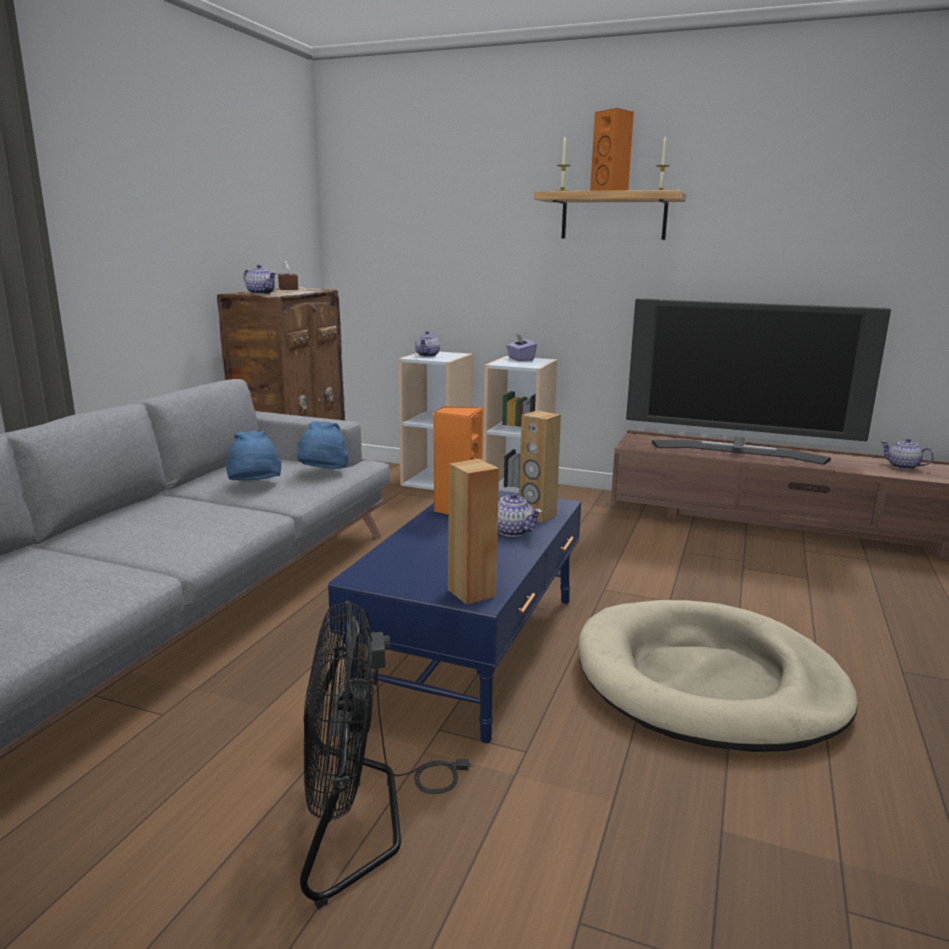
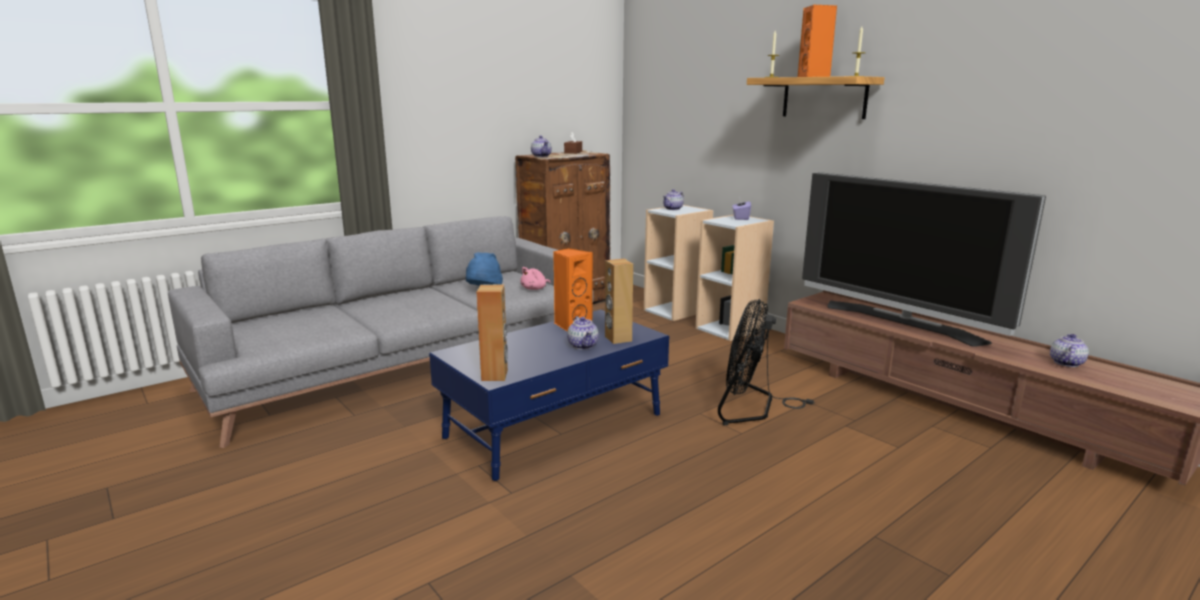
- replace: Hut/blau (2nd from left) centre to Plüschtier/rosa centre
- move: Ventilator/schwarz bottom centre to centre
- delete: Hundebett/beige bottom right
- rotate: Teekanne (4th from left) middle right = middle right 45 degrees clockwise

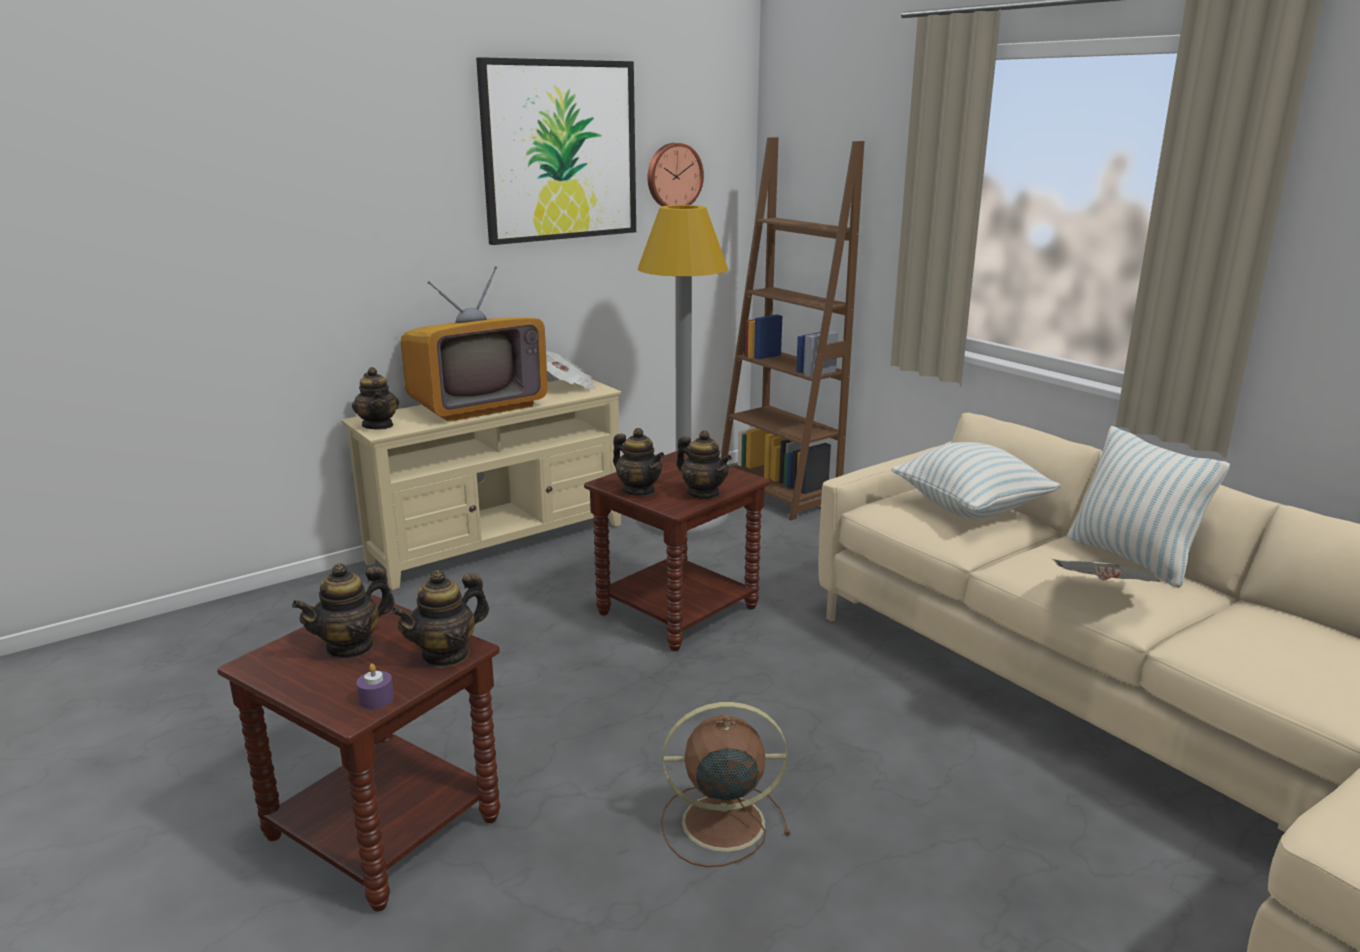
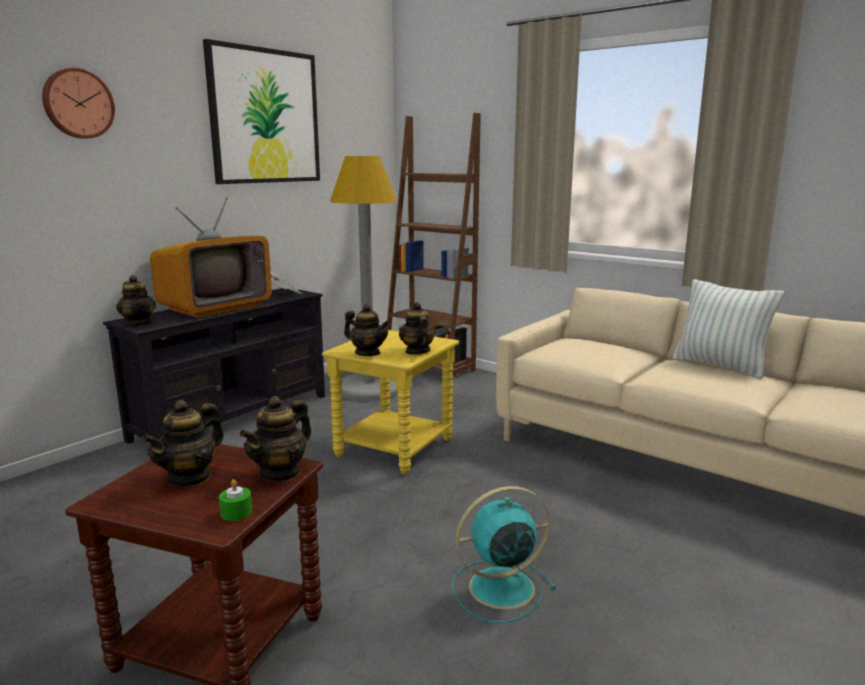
- recolor: Fernsehschrank/beige centre to Fernsehschrank/schwarz middle left
- recolor: Kerze/lila bottom left to Kerze/grün bottom left
- recolor: Beistelltisch/braun (2nd from left) centre to Beistelltisch/gelb centre
- move: Wanduhr top centre to top left
- recolor: Ventilator/braun bottom centre to Ventilator/türkis bottom centre
- rotate: Teekanne (5th from left) centre = centre 135 degrees counterclockwise
- delete: Kissen (1st from left) middle right
- delete: Zeitung (2nd from left) middle right

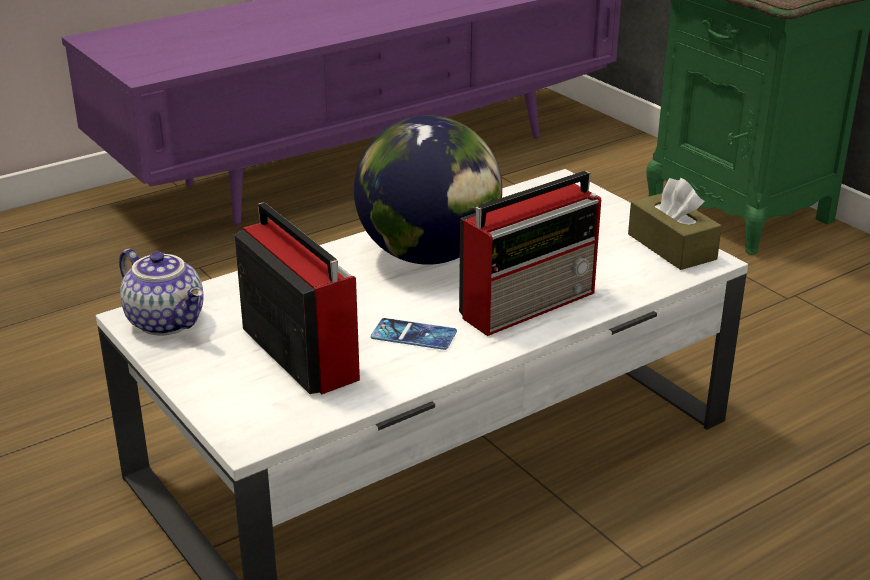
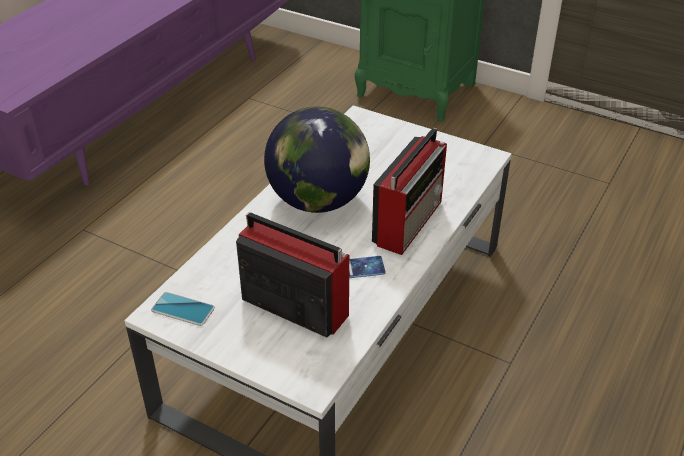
- replace: Teekanne middle left to Handy (1st from left) bottom left
- delete: Taschentuchbox/braun middle right

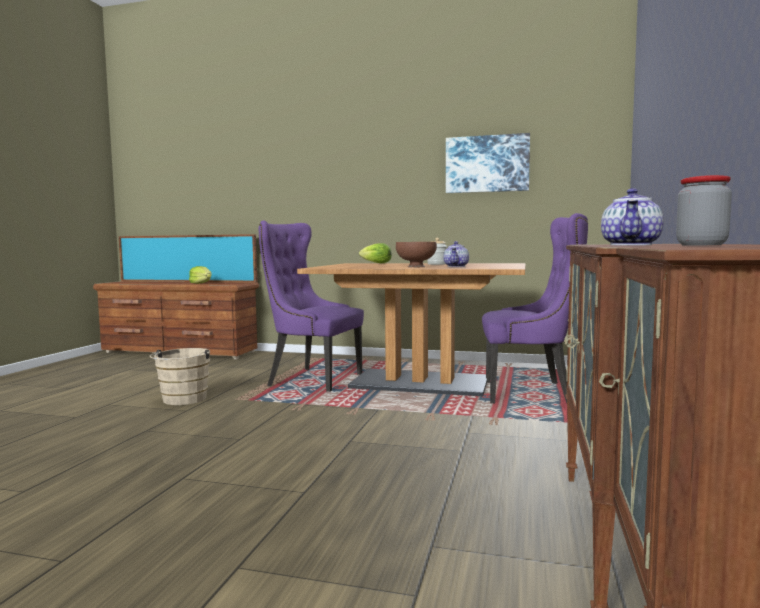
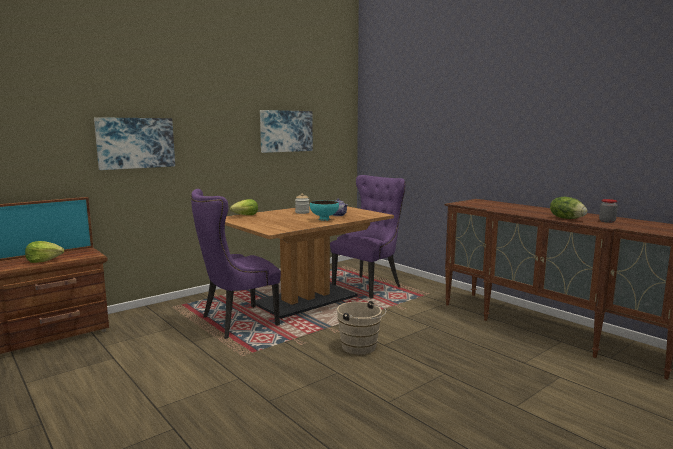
- move: Eimer/beige middle left to bottom centre
- recolor: Schüssel/braun centre to Schüssel/türkis centre
- replace: Teekanne (2nd from left) middle right to Salatkopf (3rd from left) middle right
- insert: Bild (1st from left) top left

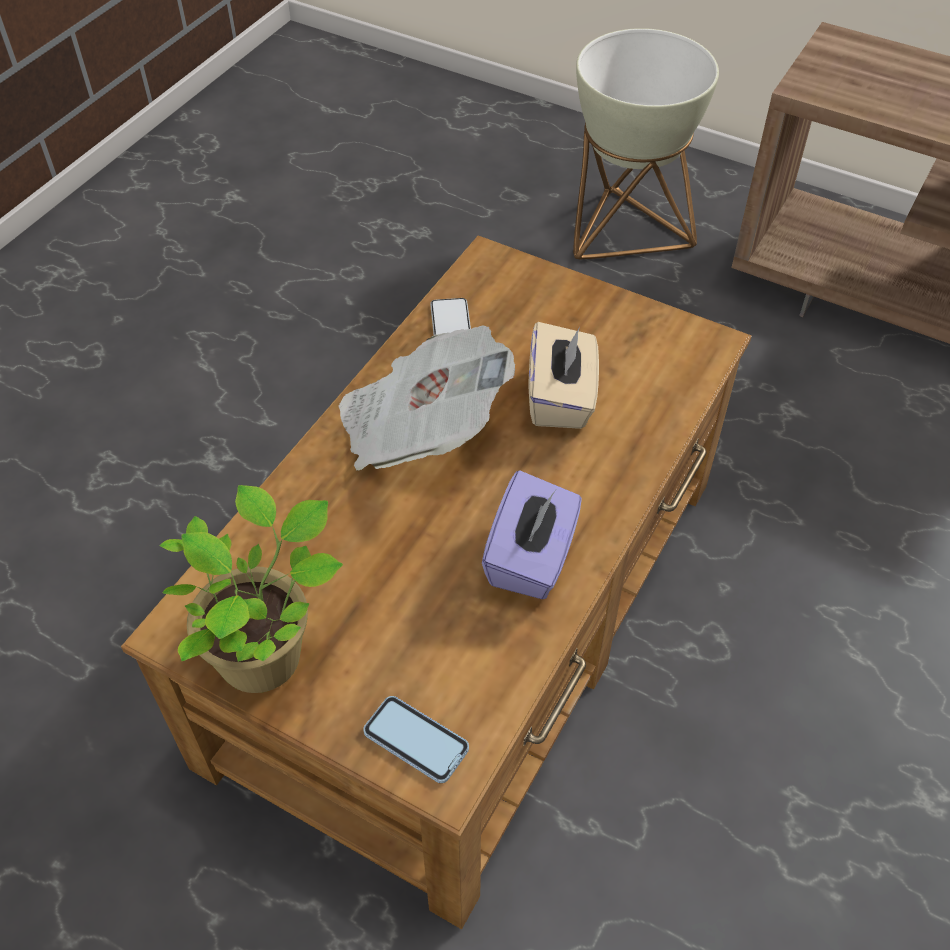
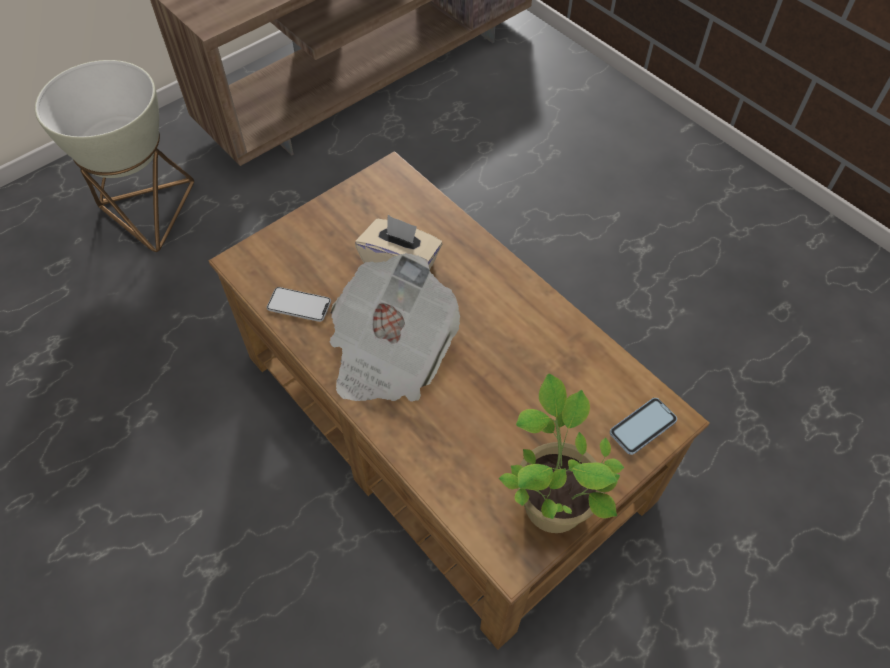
- delete: Taschentuchbox/lila centre

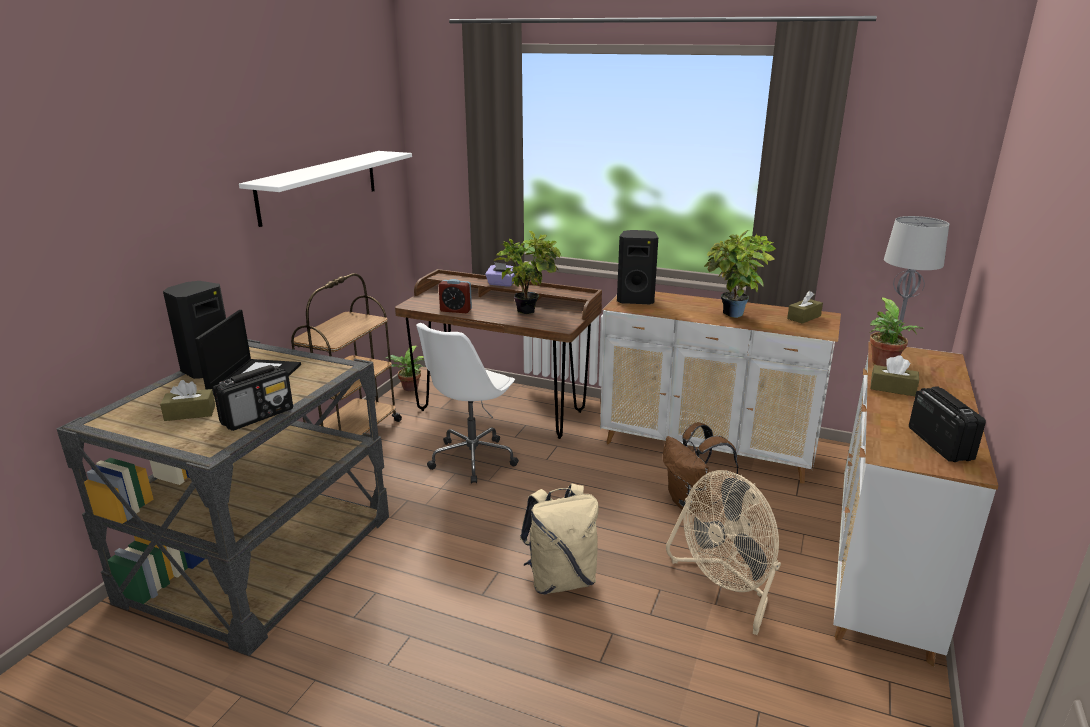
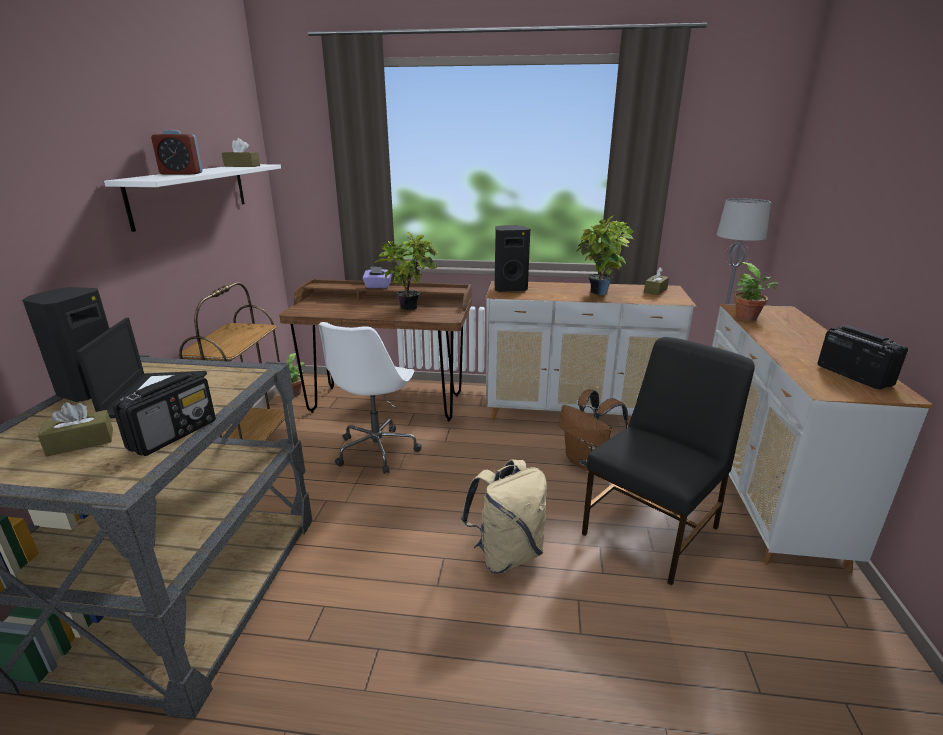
- move: Wecker centre to top left
- replace: Ventilator/beige bottom centre to Stuhl/schwarz middle right
- move: Taschentuchbox/braun (3rd from left in the first image) middle right to Taschentuchbox/braun (2nd from left) top left

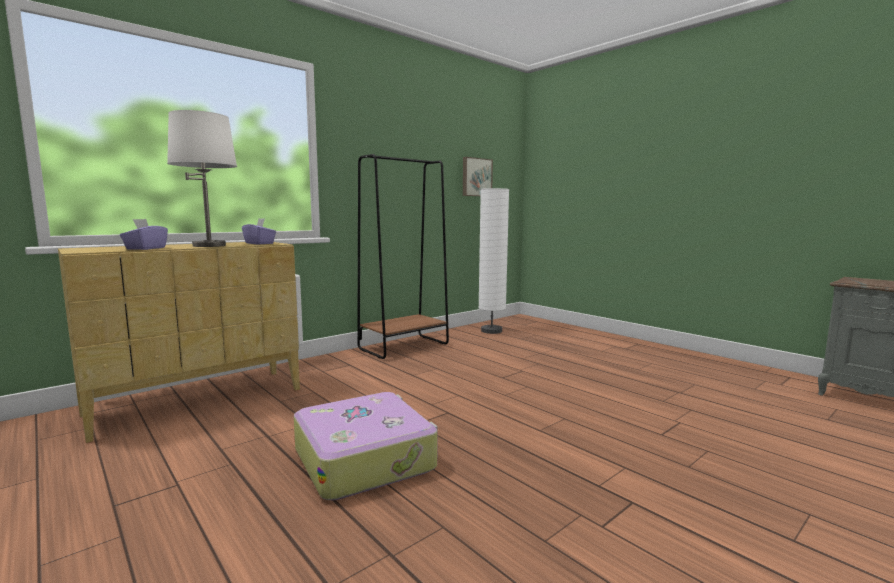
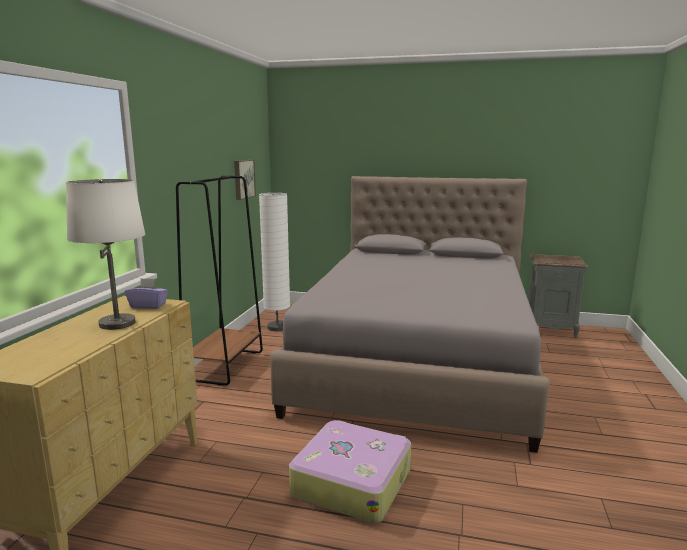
- delete: Taschentuchbox/lila (1st from left) middle left
- insert: Bett/grau centre

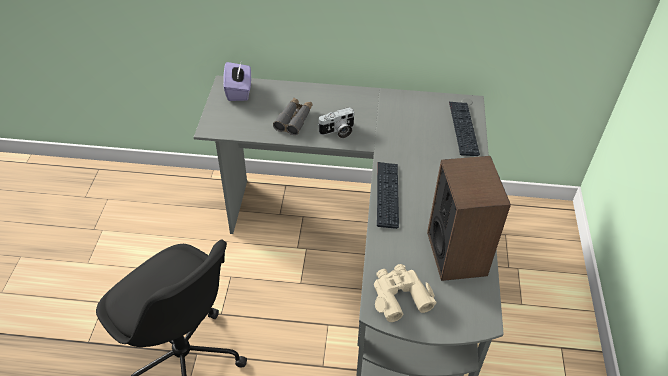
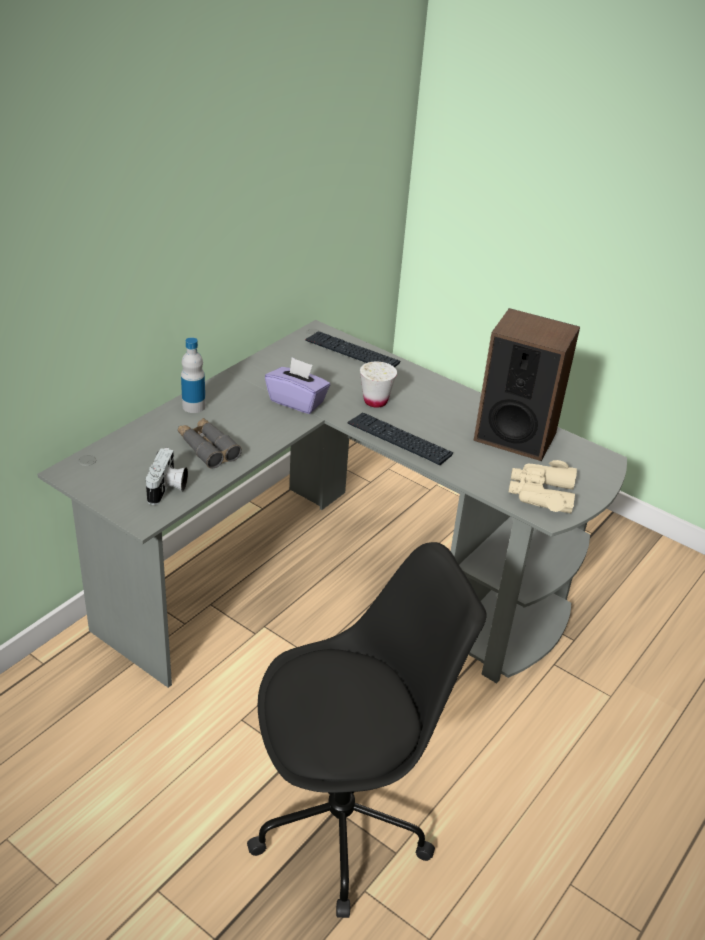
- move: Taschentuchbox/lila top centre to centre
- move: Kamera top centre to middle left
- insert: Flasche middle left
- insert: Tasse/weiß centre

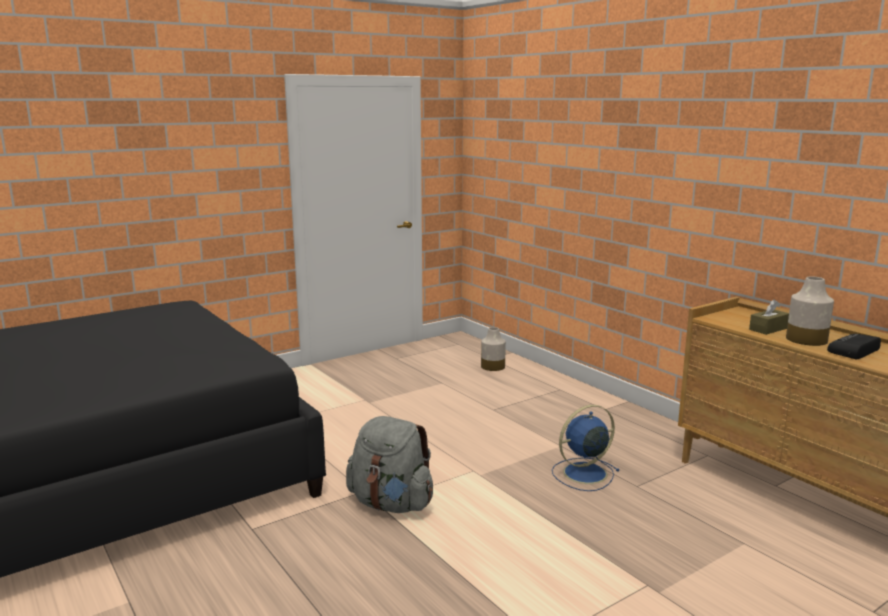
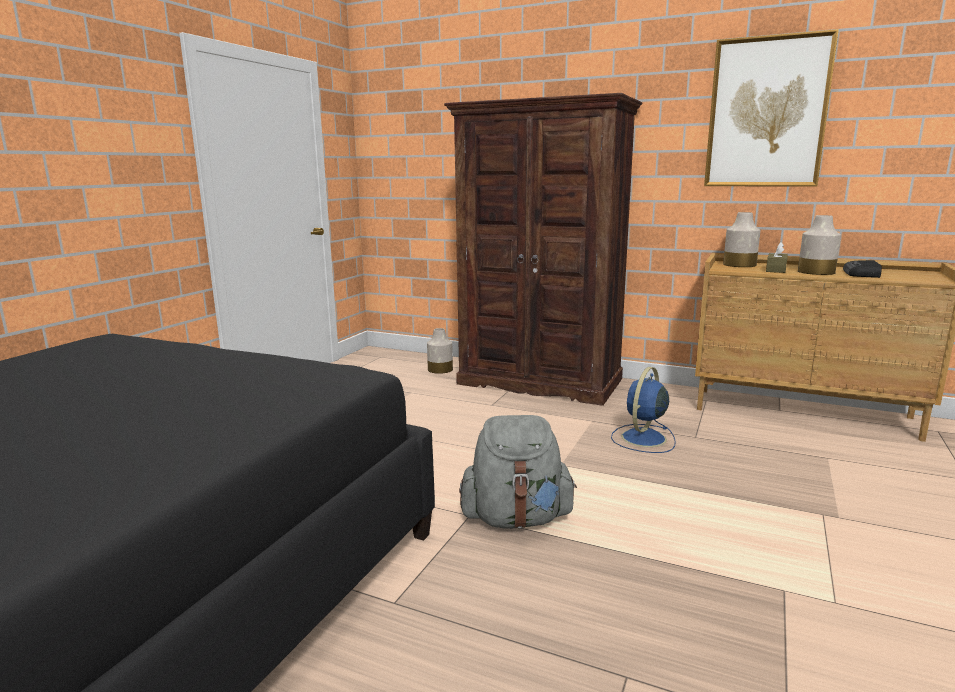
- insert: Kleiderschrank/braun centre
- insert: Bild top right
- insert: Vase/beige (2nd from left) middle right

